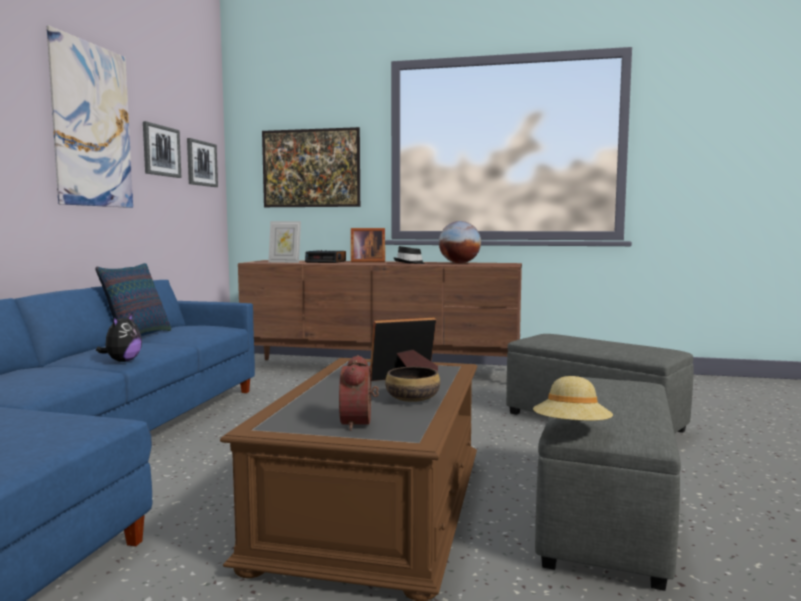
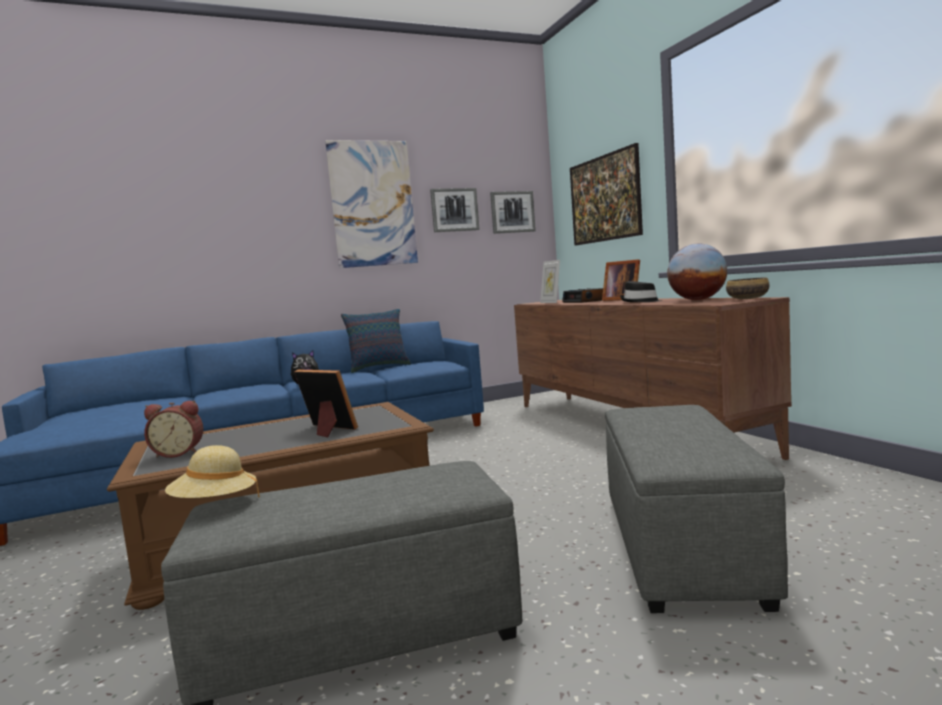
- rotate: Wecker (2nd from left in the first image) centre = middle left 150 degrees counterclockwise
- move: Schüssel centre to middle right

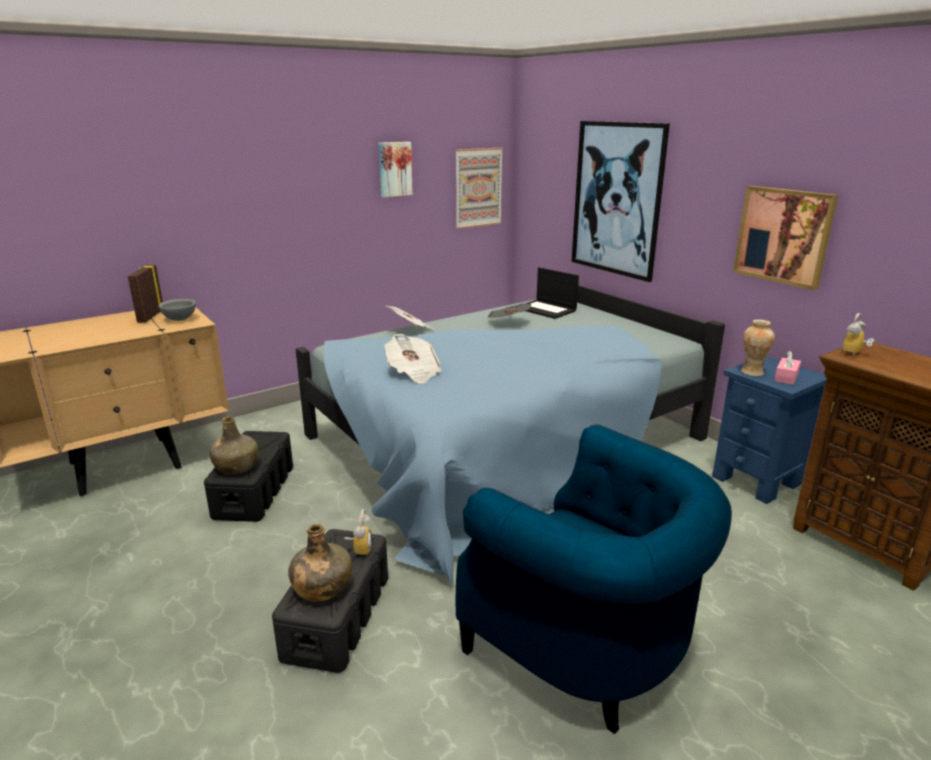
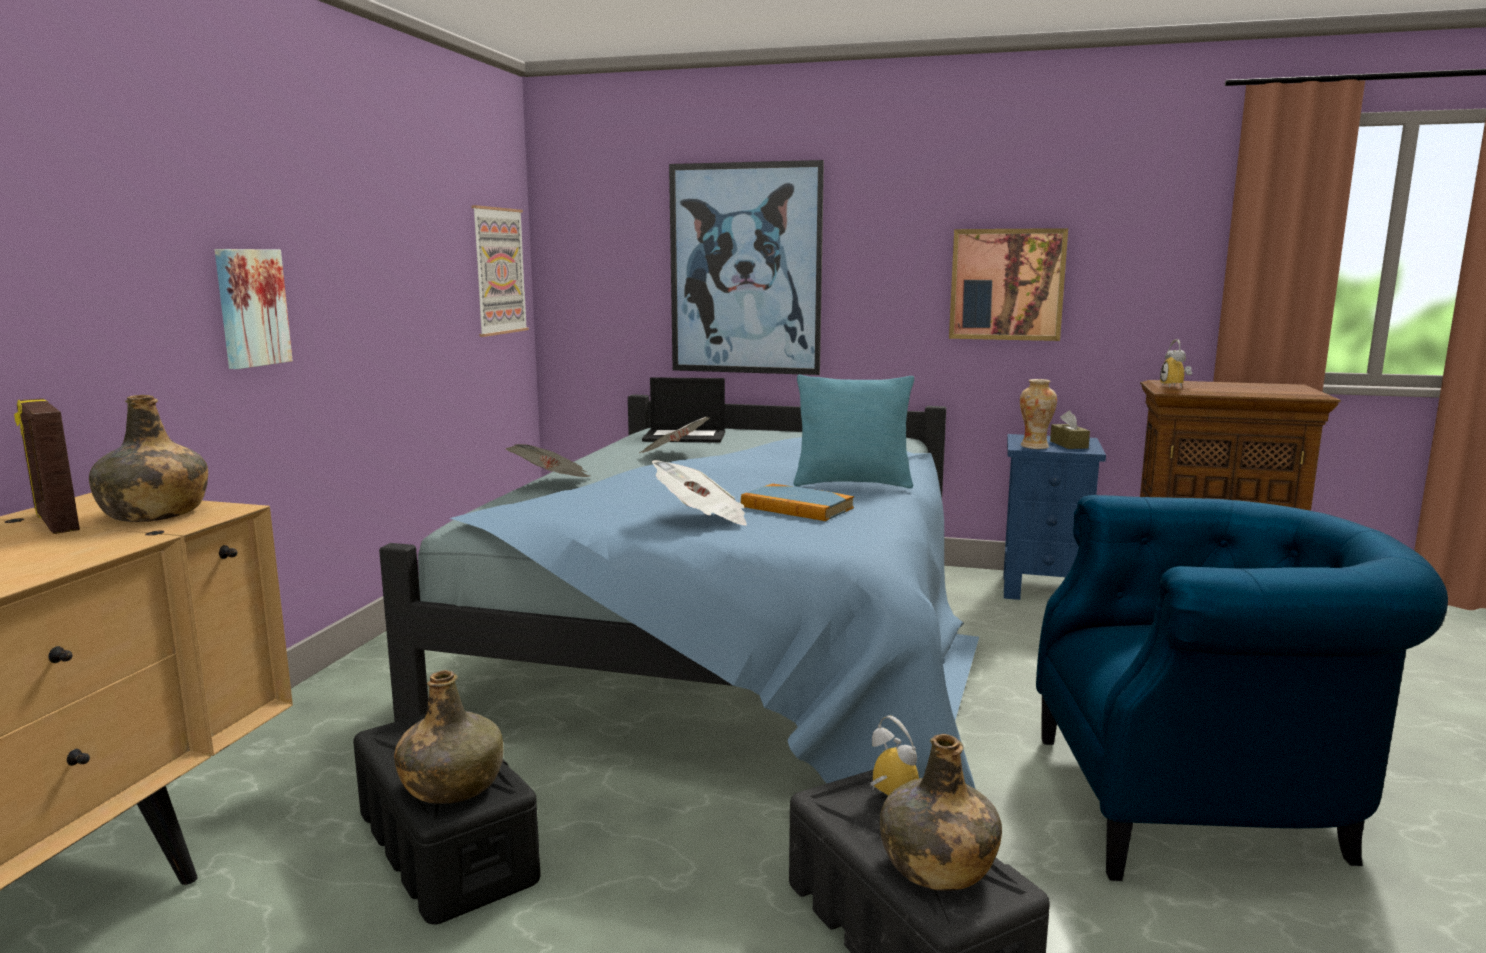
- replace: Schüssel/grau middle left to Flasche/grün (1st from left) middle left
- move: Bild (1st from left) top centre to top left
- recolor: Taschentuchbox/rosa middle right to Taschentuchbox/braun middle right
- insert: Buch centre
- insert: Kissen/türkis centre

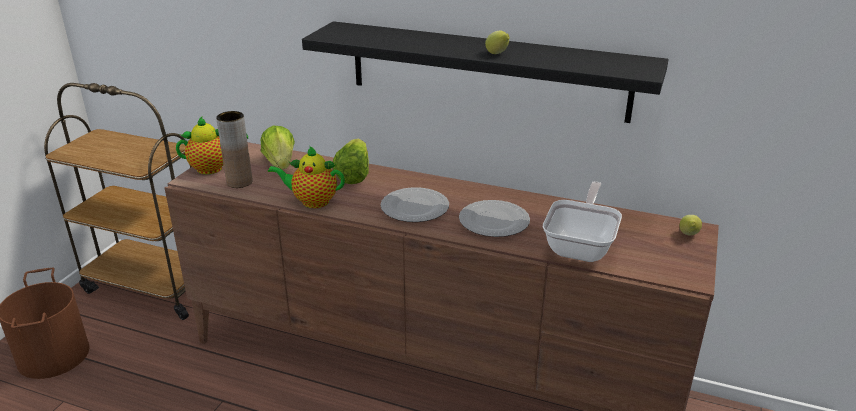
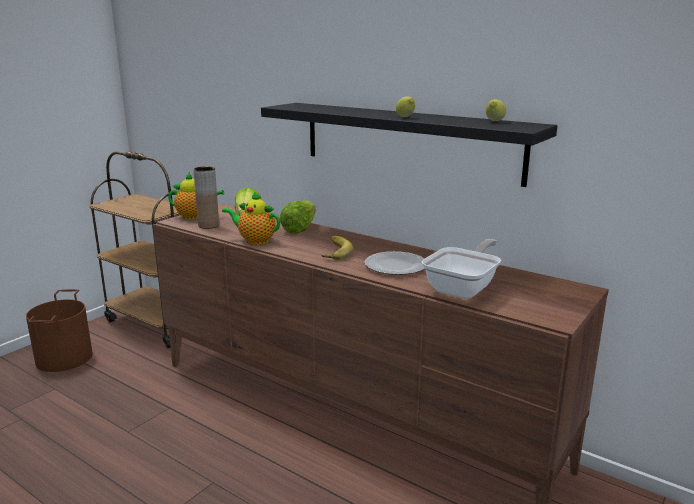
- replace: Teller (1st from left) centre to Banane centre
- move: Zitrone (2nd from left) middle right to top right

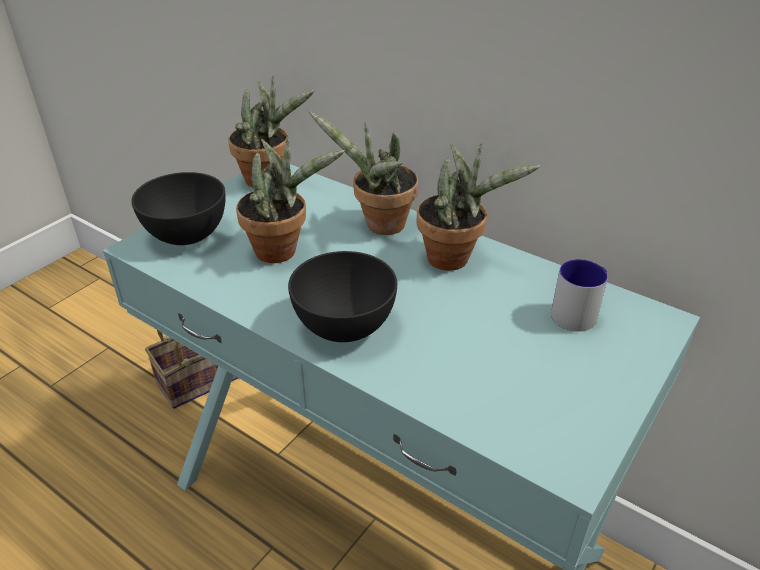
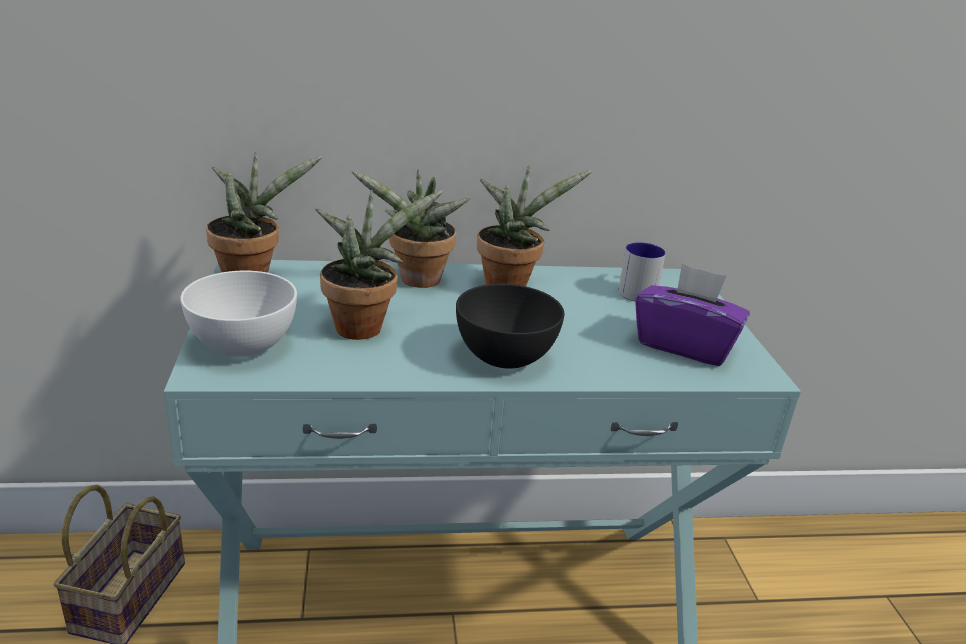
- recolor: Schüssel/schwarz (1st from left) middle left to Schüssel/weiß middle left
- insert: Taschentuchbox/lila middle right

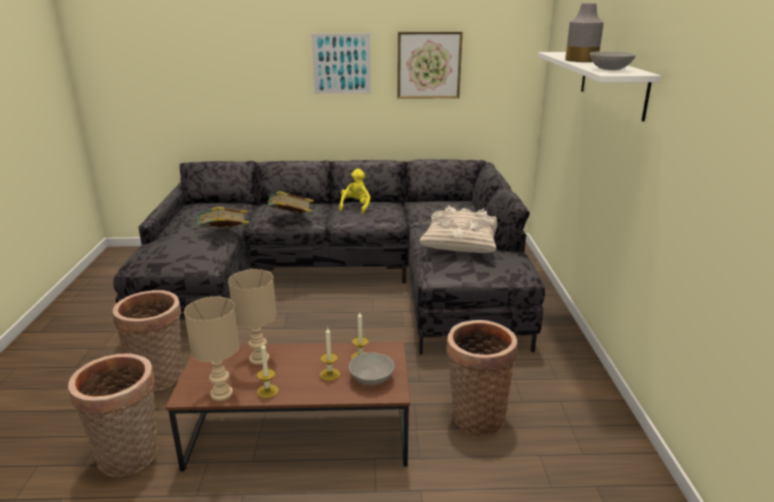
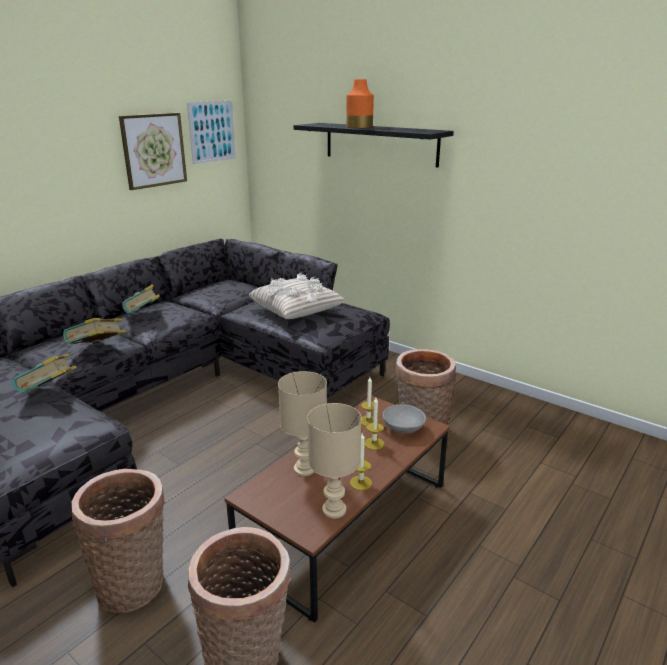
- move: Bild (1st from left in the first image) top centre to Bild (2nd from left) top left
- replace: Plüschtier/gelb centre to Buch (3rd from left) middle left
- recolor: Wandregal/weiß top right to Wandregal/schwarz top centre
- recolor: Vase/grau top right to Vase/orange top centre
- delete: Schüssel/grau (2nd from left) top right

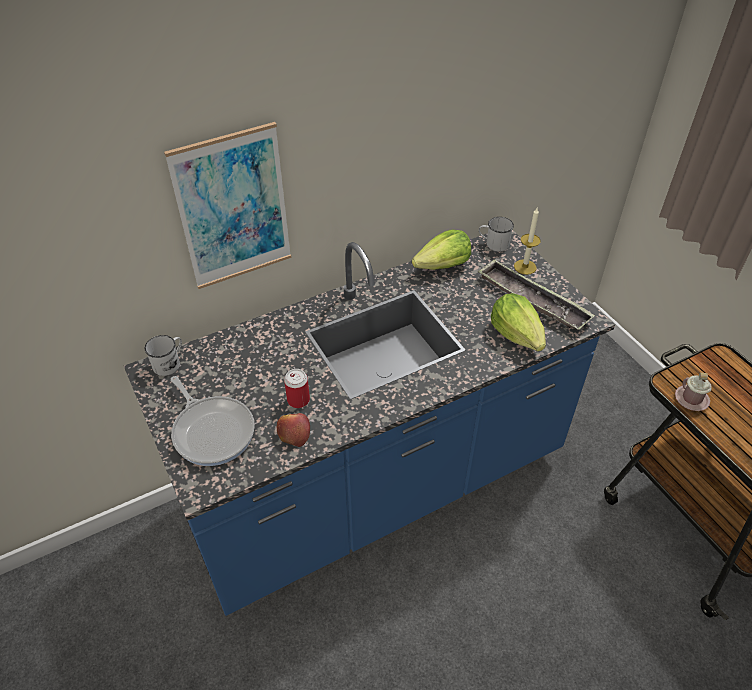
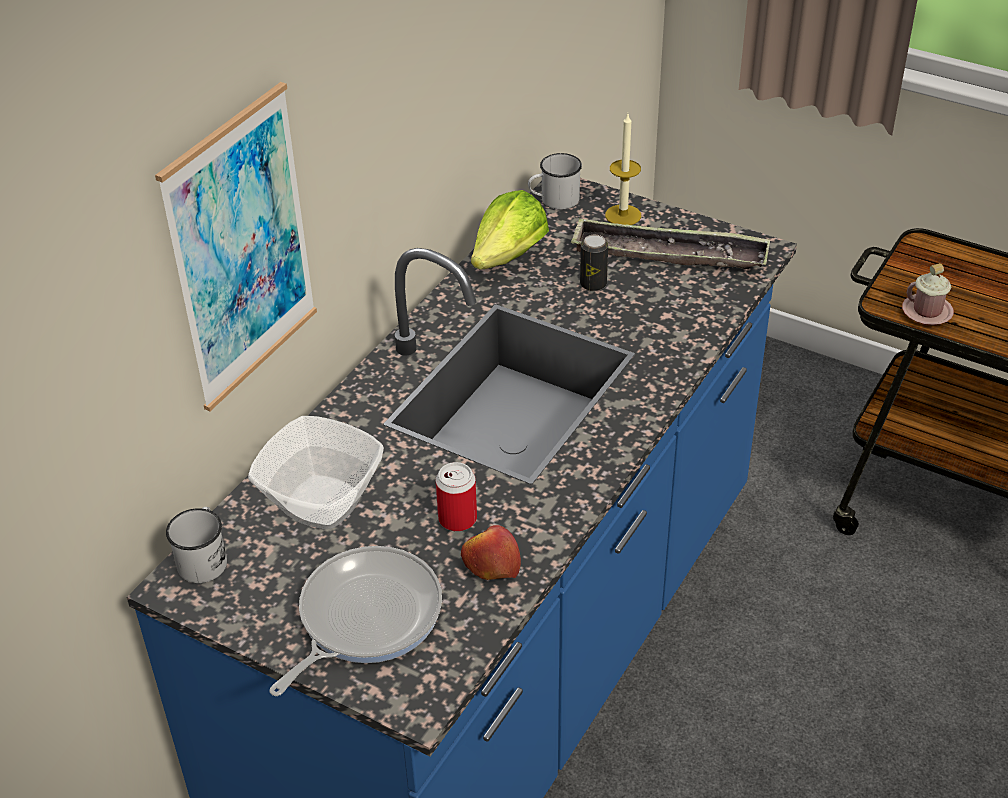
- rotate: Pfanne middle left = bottom centre 75 degrees counterclockwise
- delete: Salatkopf (2nd from left) middle right
- insert: Schüssel middle left
- insert: Dose (2nd from left) top centre

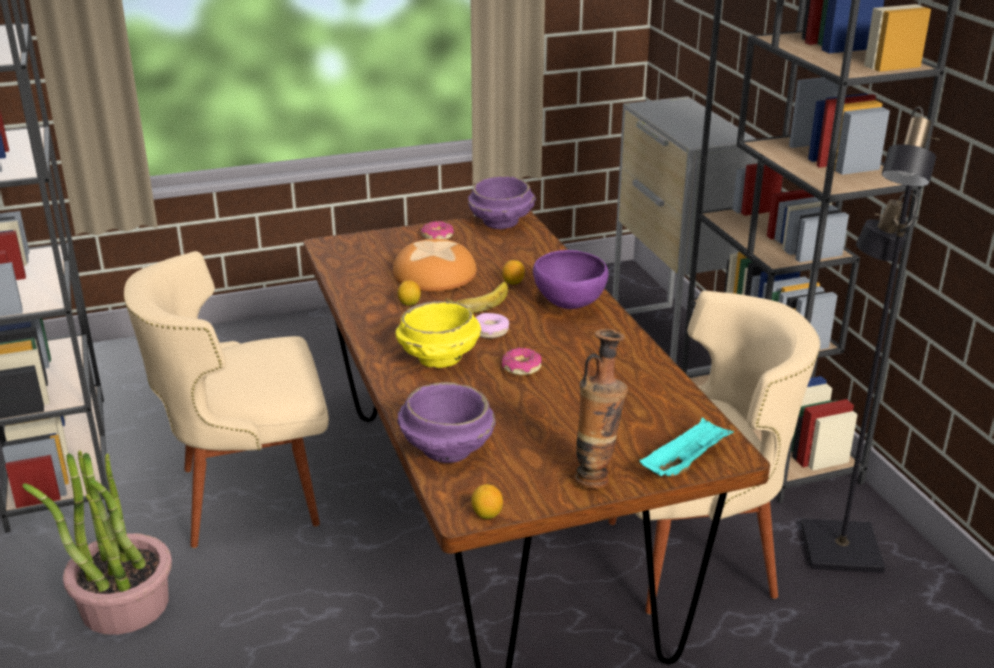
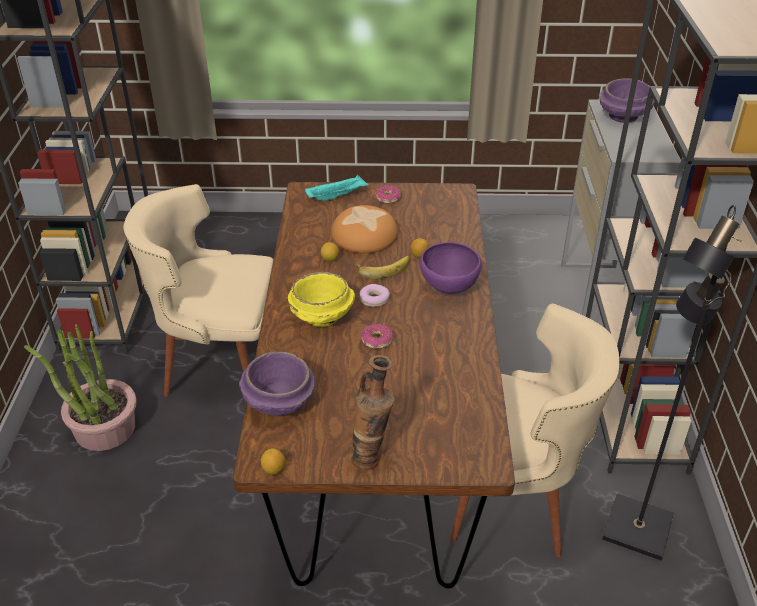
- move: Schüssel/lila (2nd from left in the first image) top centre to Schüssel/lila (3rd from left) top right
- move: Tablett/türkis bottom right to top centre

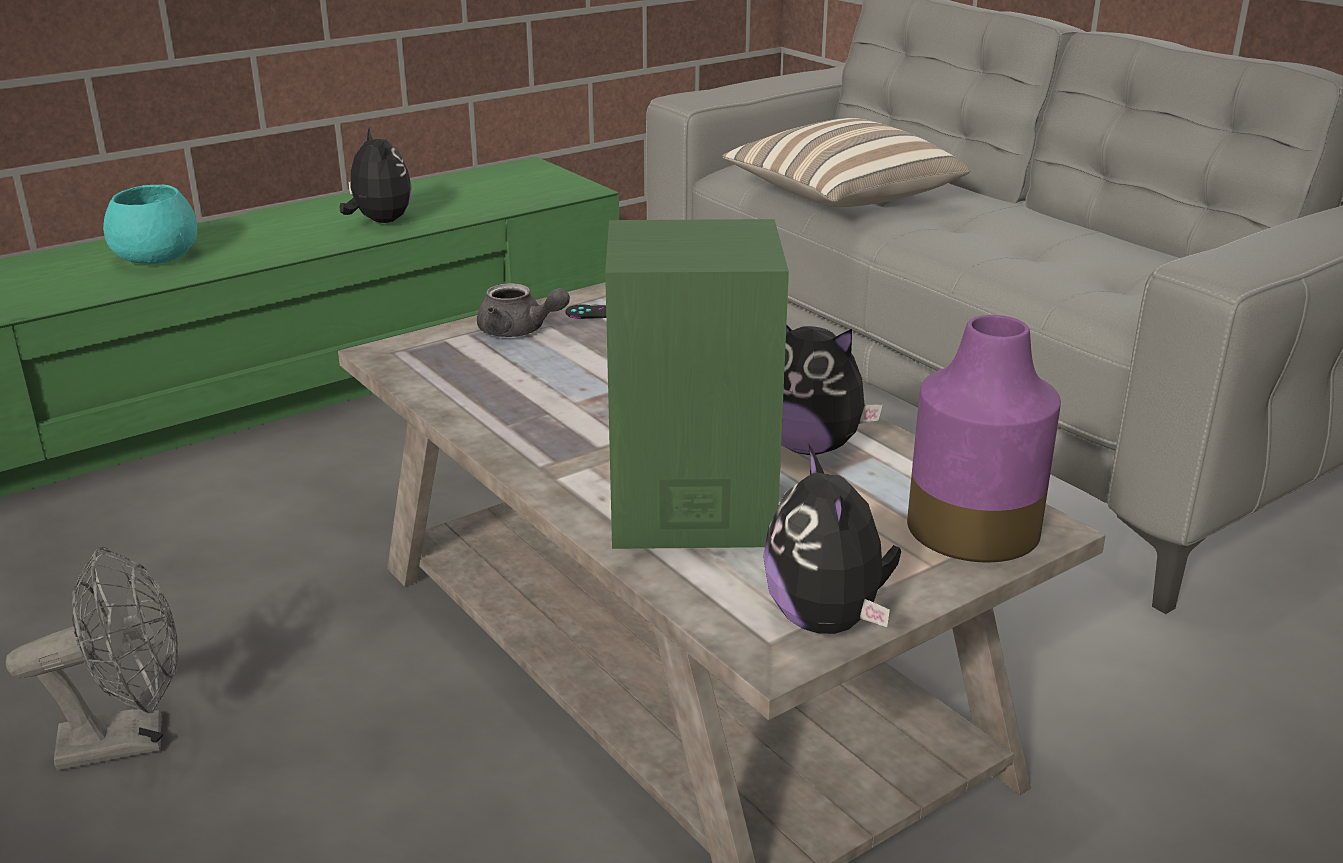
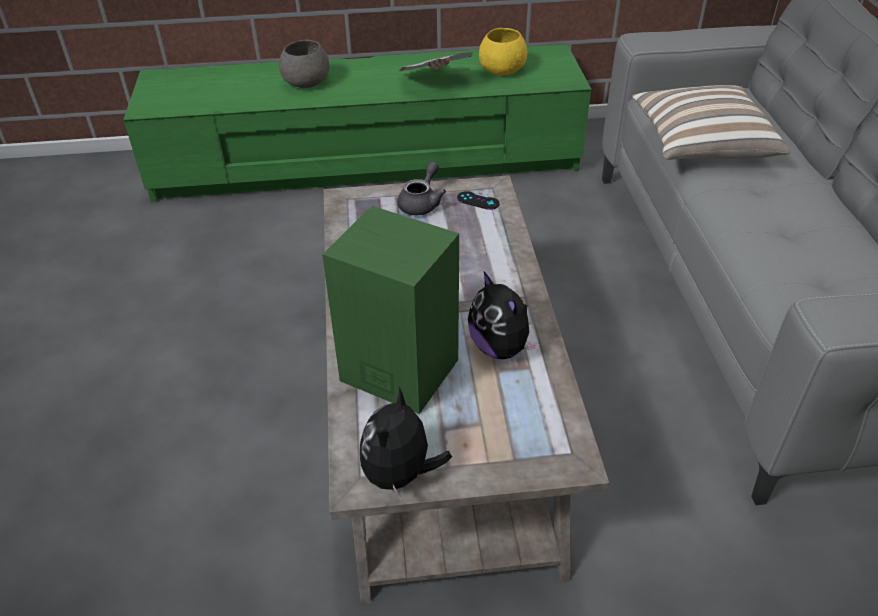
- delete: Ventilator/grau bottom left
- recolor: Schüssel/türkis top left to Schüssel/grau top centre
- replace: Plüschtier (1st from left) top left to Zeitung top centre
- rotate: Teekanne/grau centre = top centre 120 degrees counterclockwise
- delete: Vase/lila middle right
- insert: Schüssel/gelb top centre

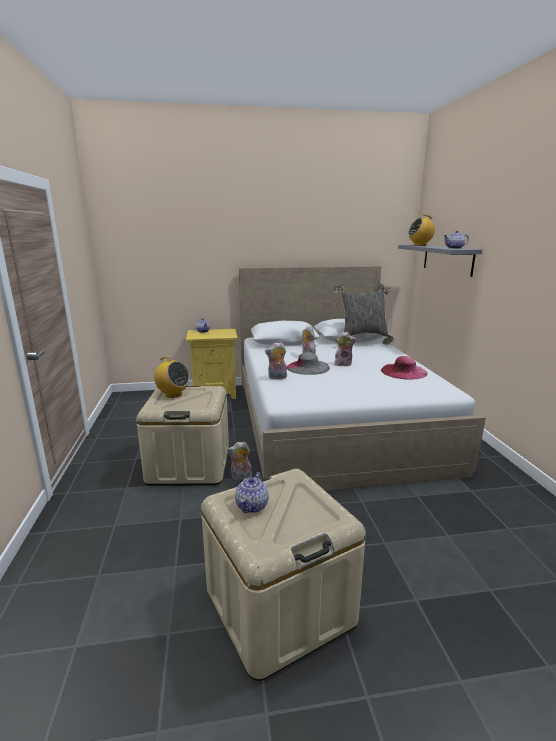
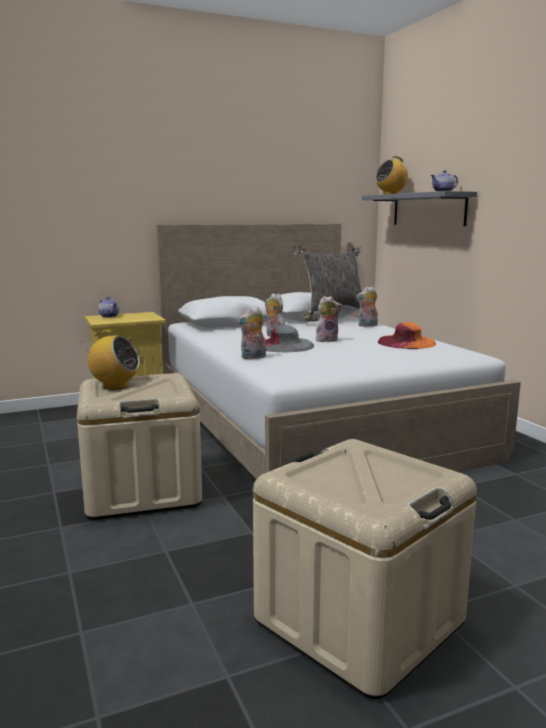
- move: Plüschtier (1st from left in the first image) centre to Plüschtier (4th from left) middle right
- delete: Teekanne (2nd from left) centre
- recolor: Hut/rosa middle right to Hut/orange middle right

